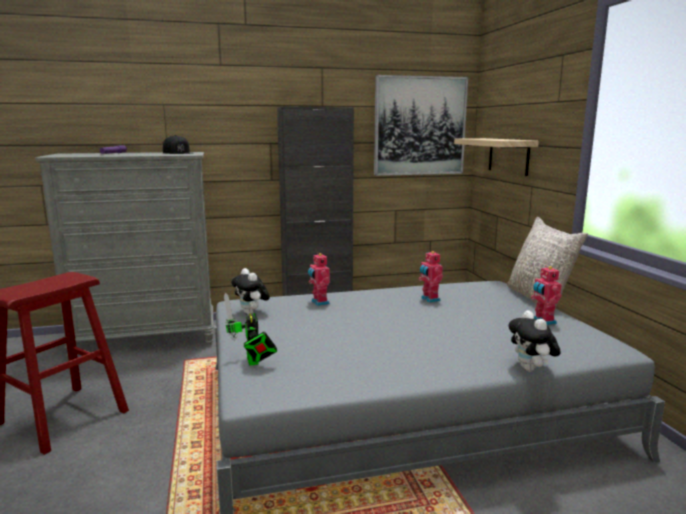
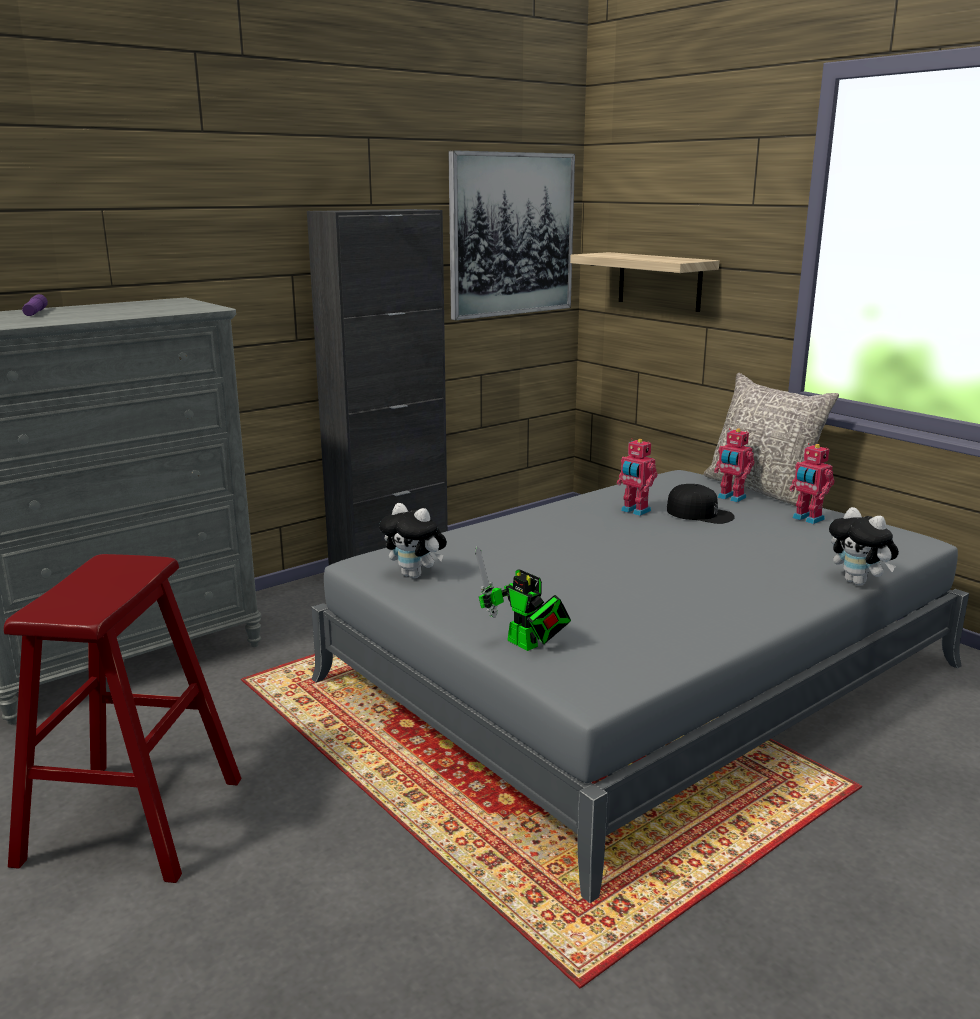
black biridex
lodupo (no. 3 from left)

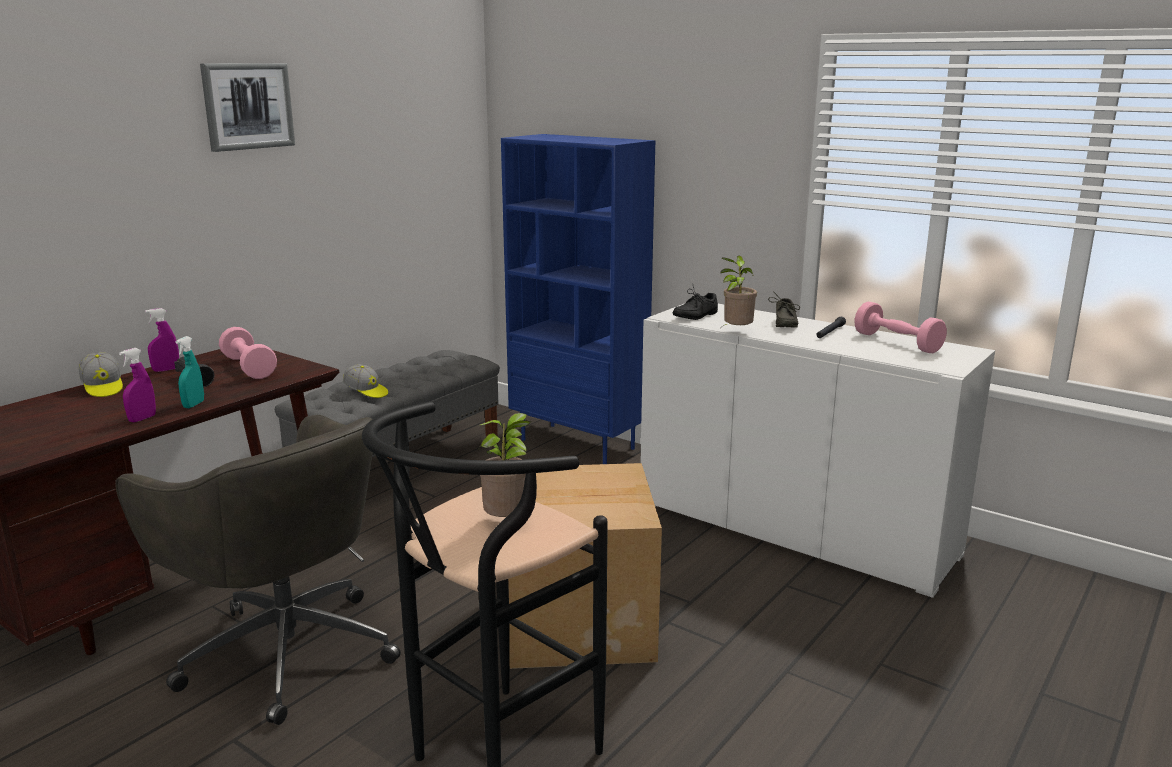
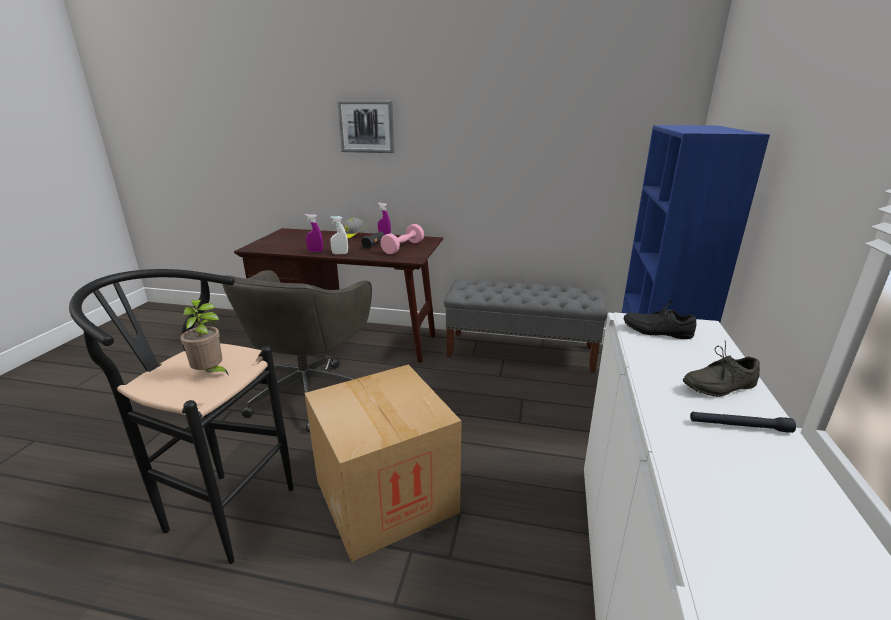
biridex (no. 2 from left in the first image)
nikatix (no. 2 from left in the first image)
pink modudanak (no. 2 from left in the first image)
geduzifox
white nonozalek

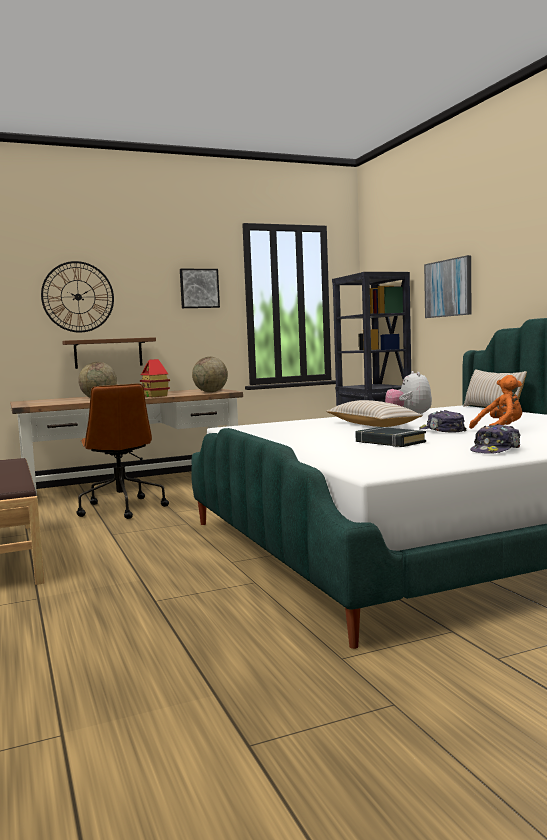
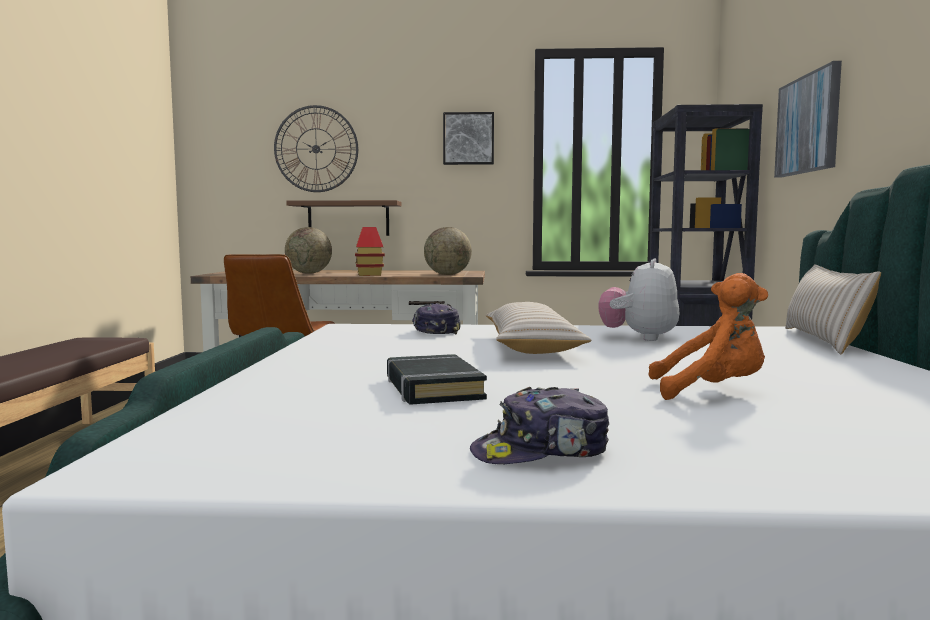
biridex (no. 1 from left)

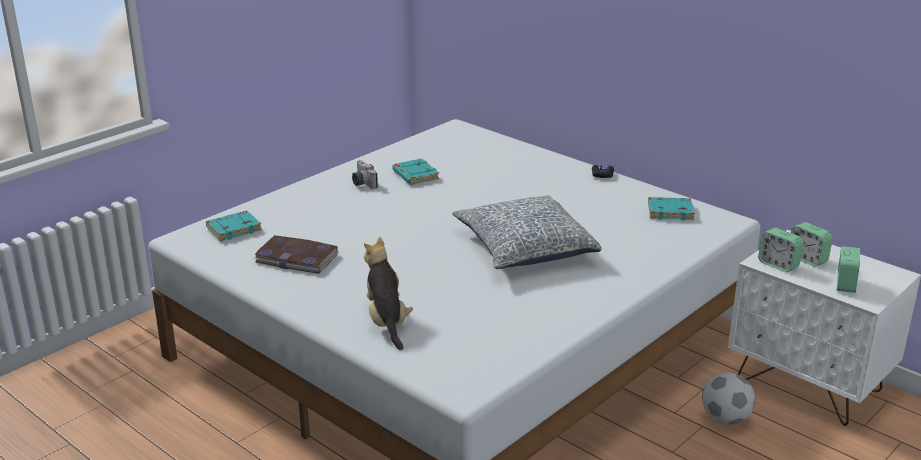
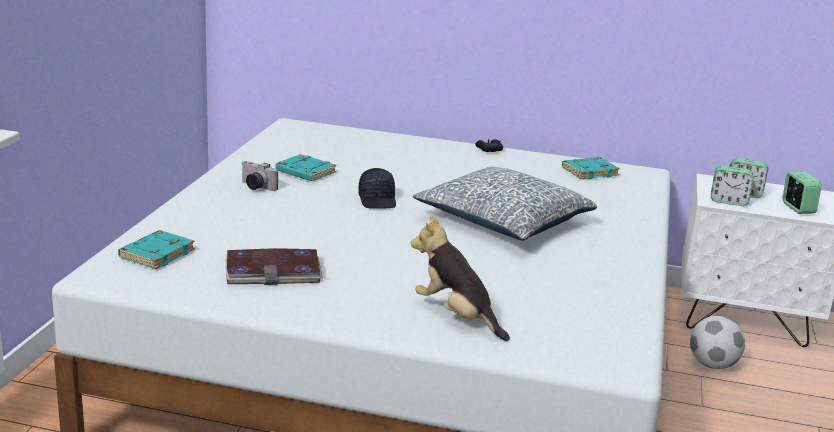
black biridex

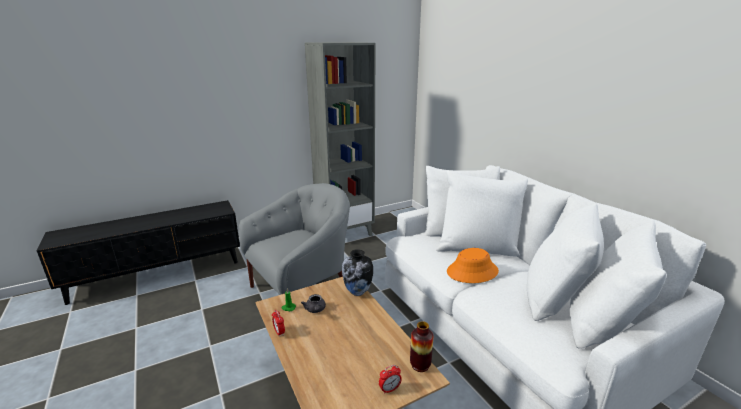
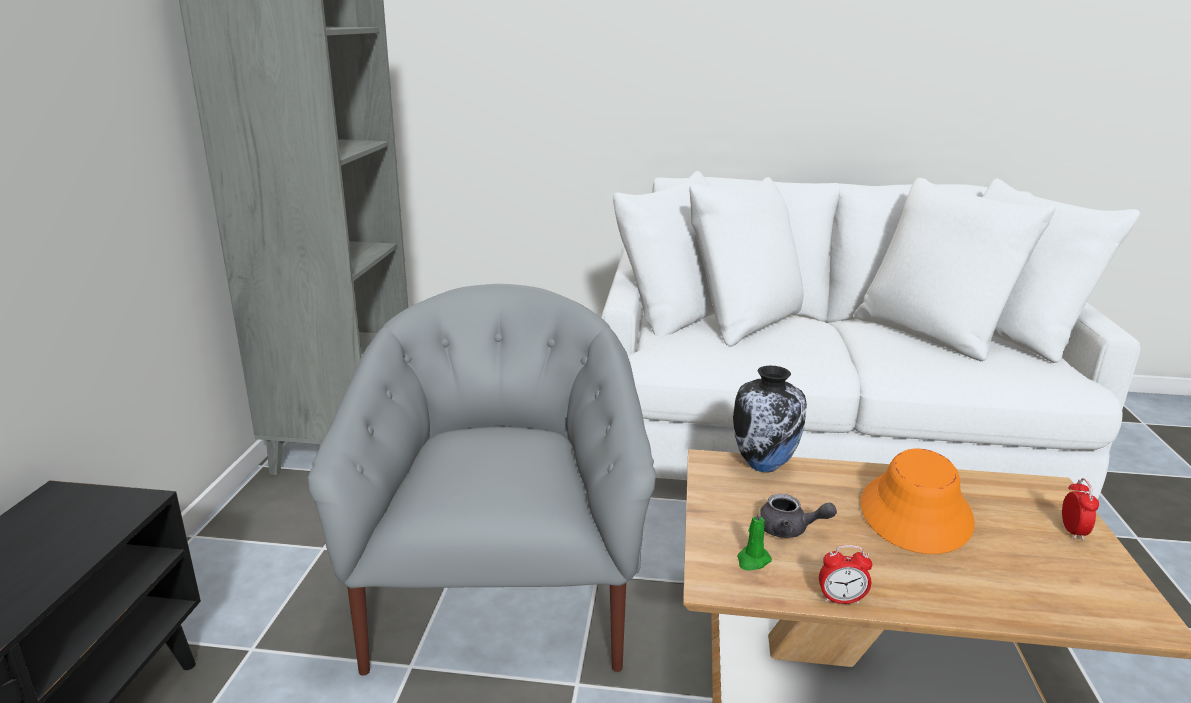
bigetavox (no. 2 from left in the first image)
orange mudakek

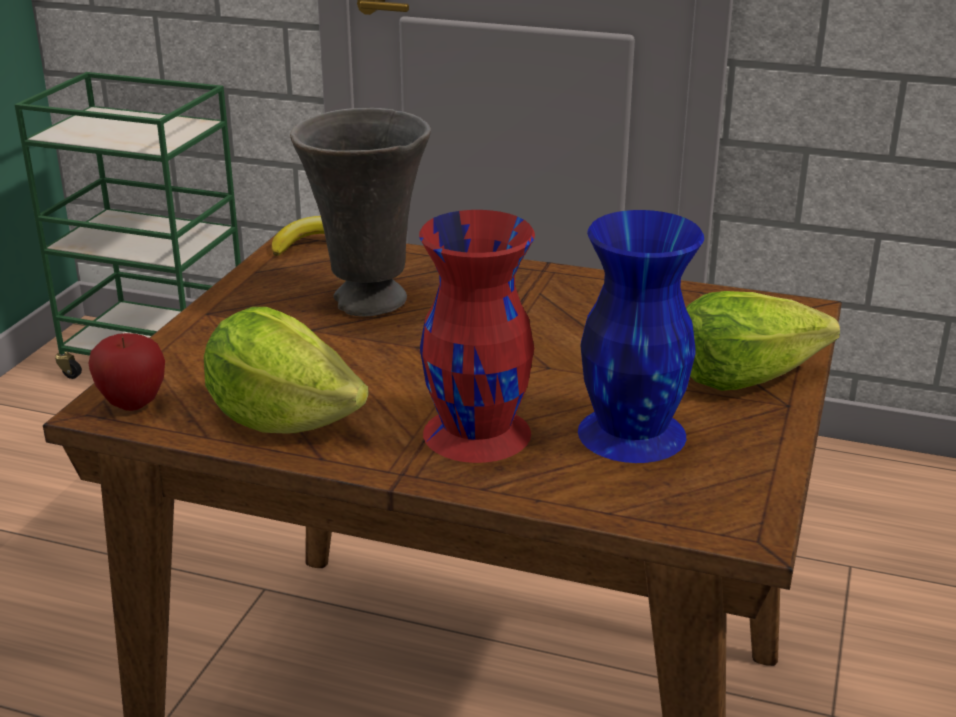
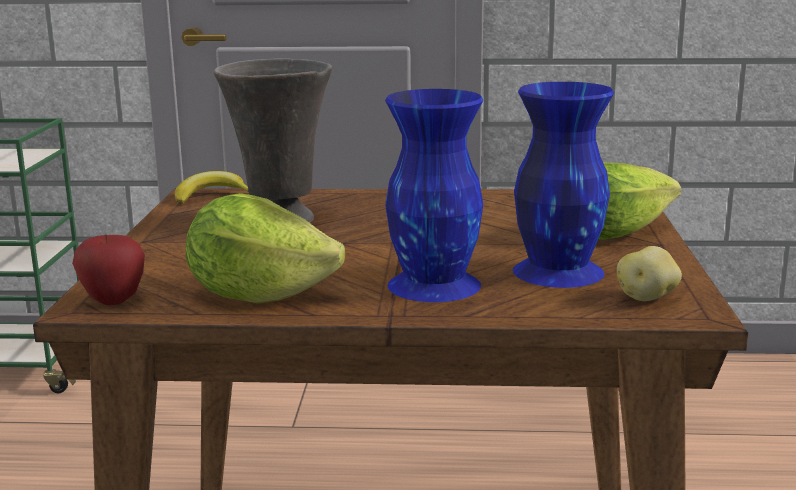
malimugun
blue bigetavox (no. 1 from left)

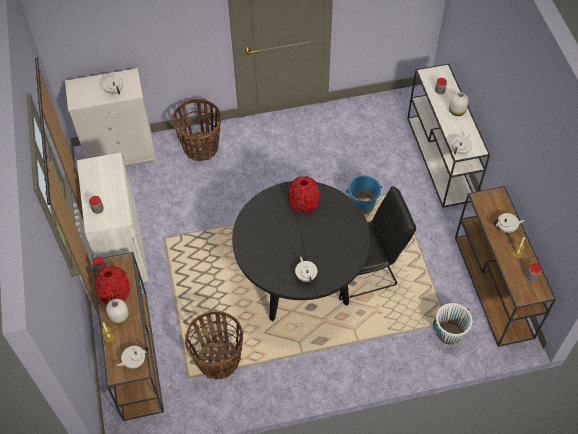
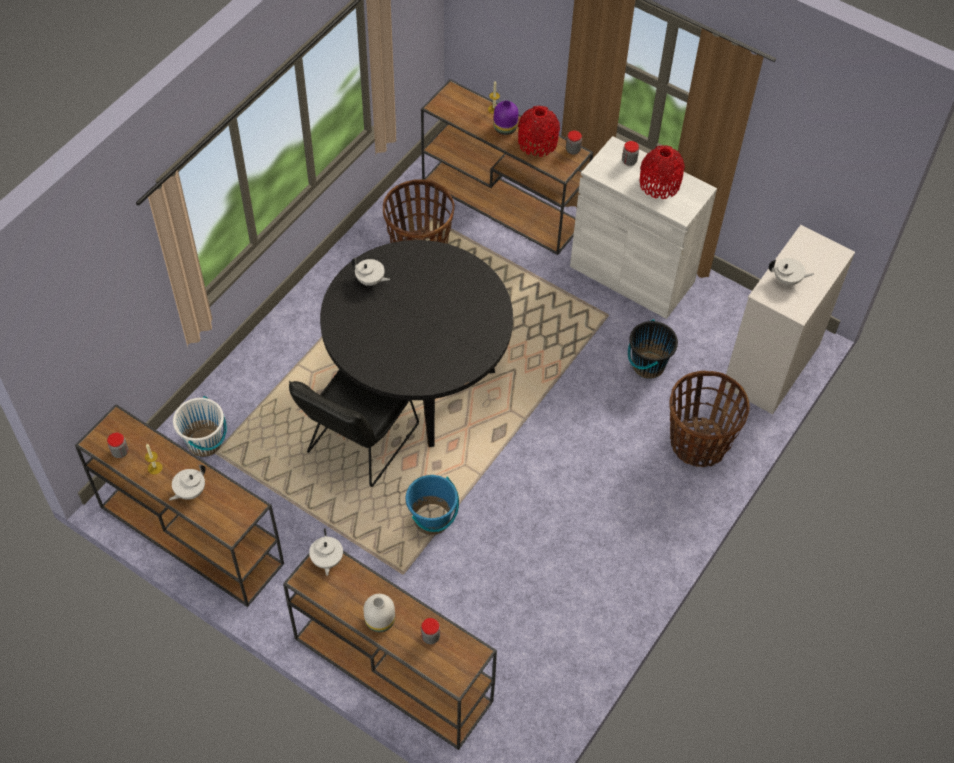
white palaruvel (no. 2 from left in the first image)
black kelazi
red bigetavox (no. 2 from left)
purple bigetavox
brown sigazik (no. 2 from left)

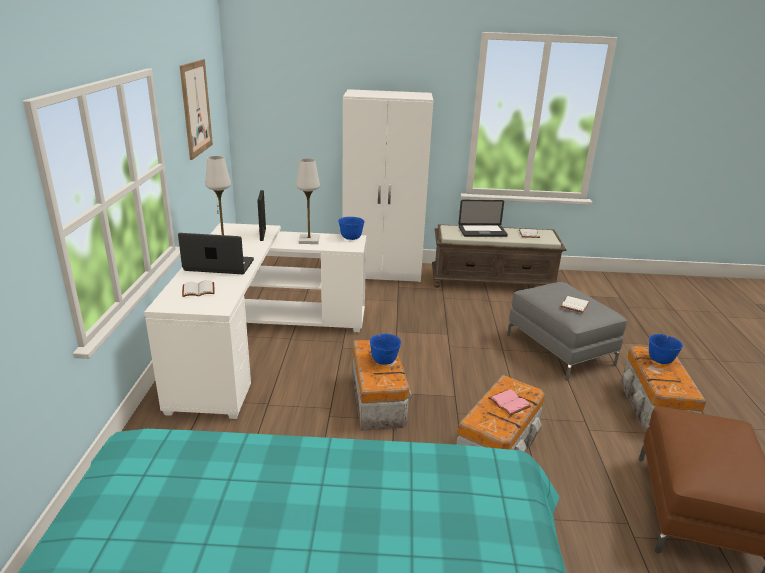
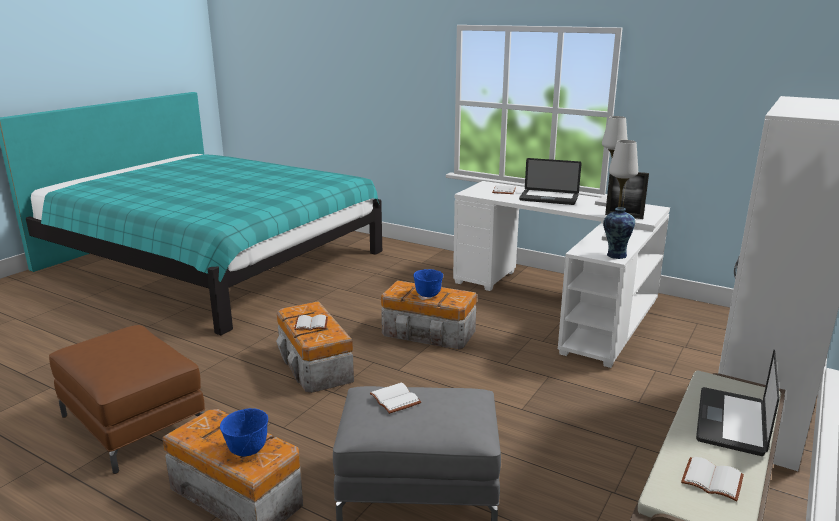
geduzifox
bigetavox
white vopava (no. 1 from left)
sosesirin (no. 1 from left)

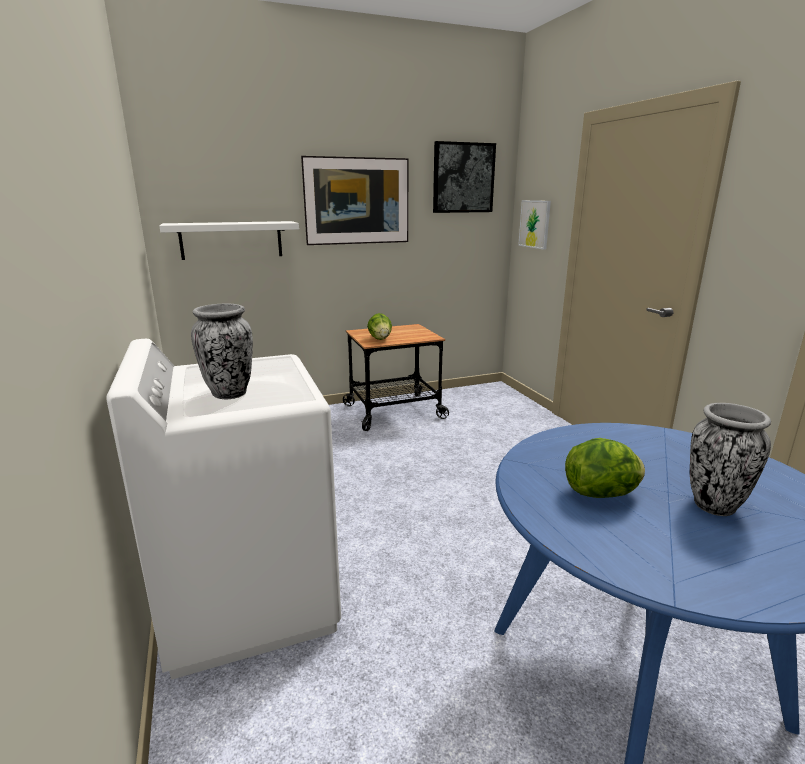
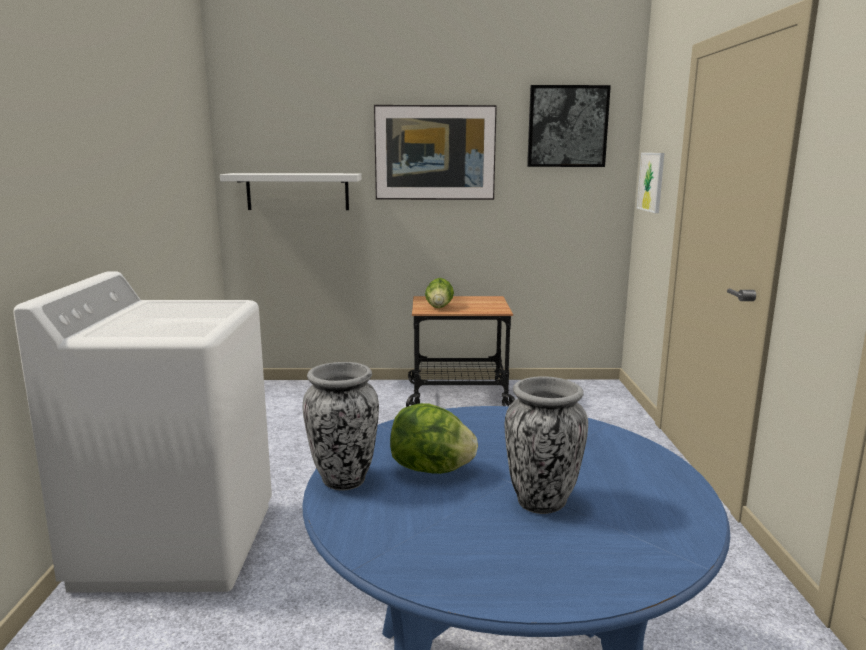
bigetavox (no. 1 from left)

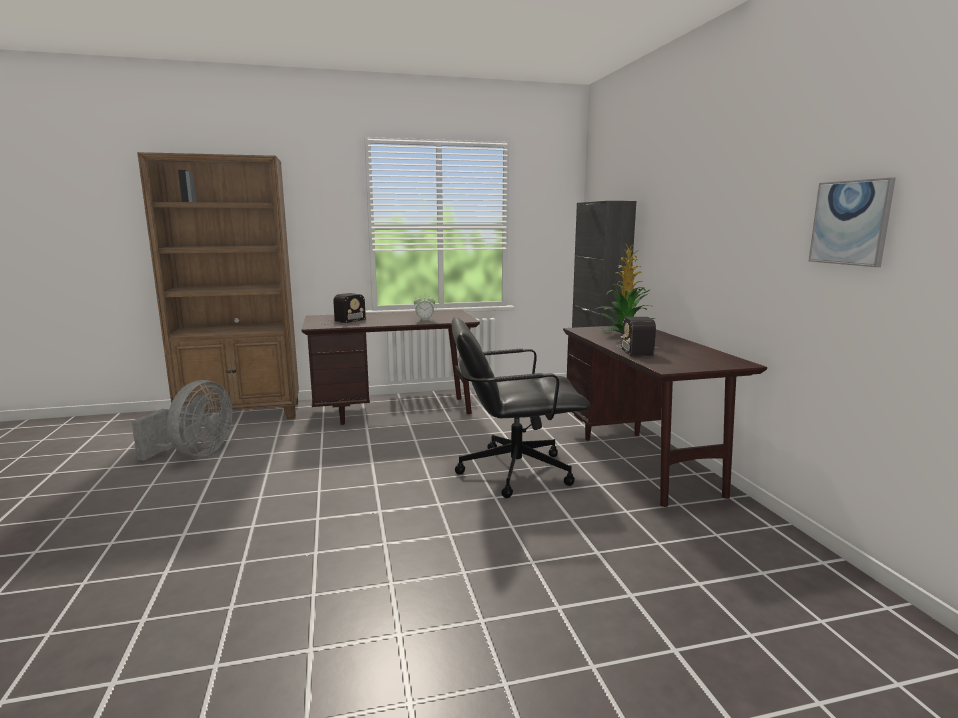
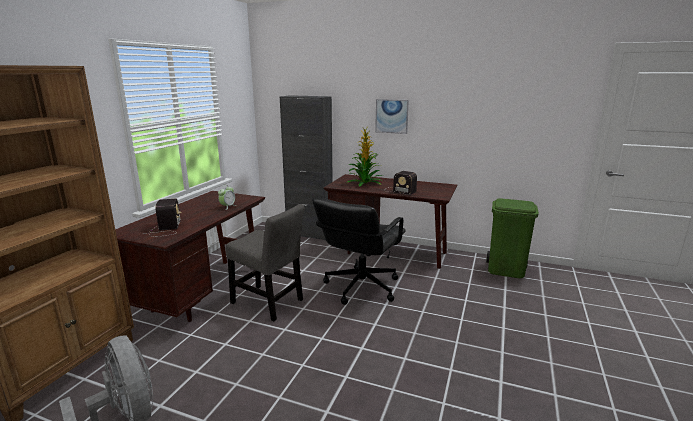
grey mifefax
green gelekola
geduzifox

